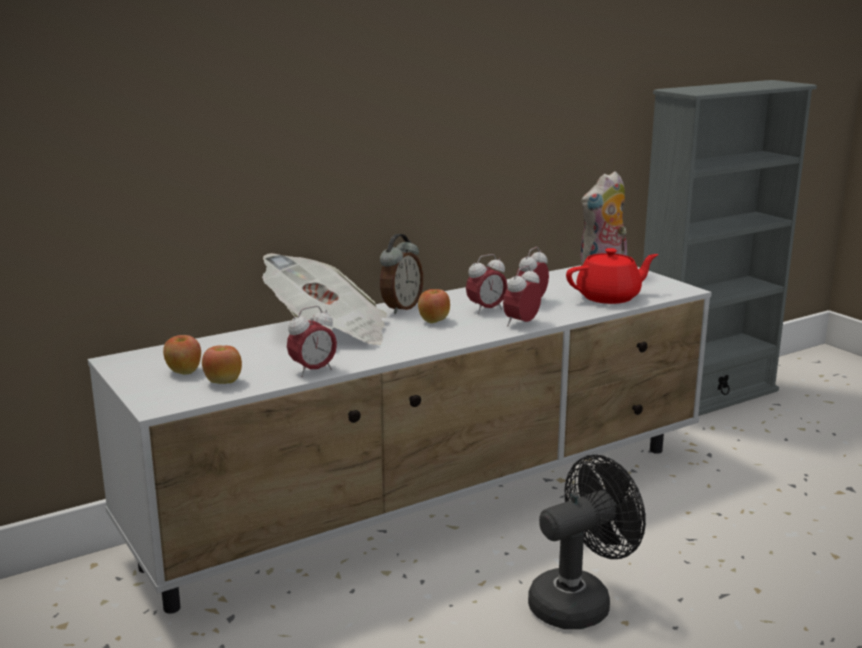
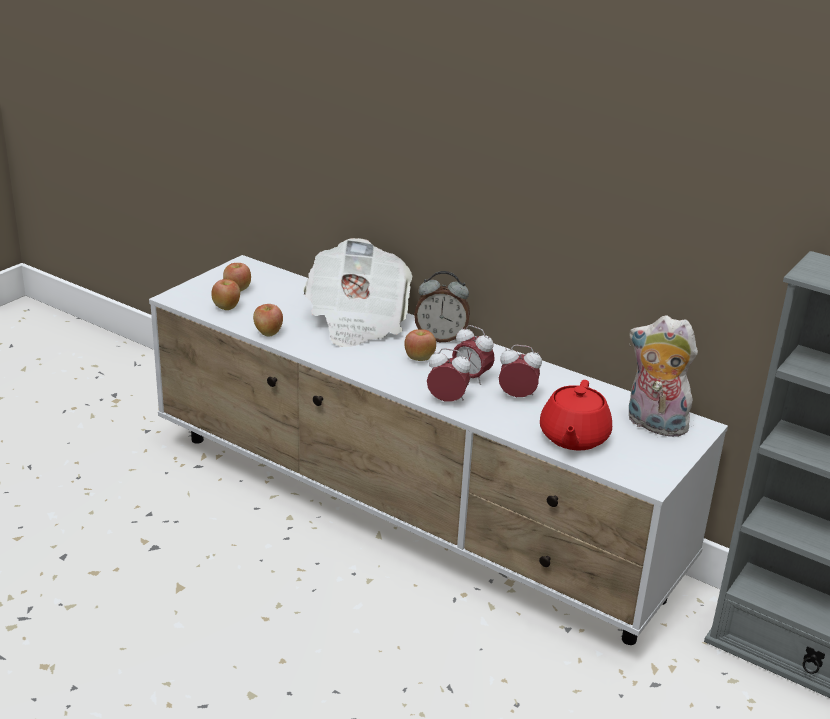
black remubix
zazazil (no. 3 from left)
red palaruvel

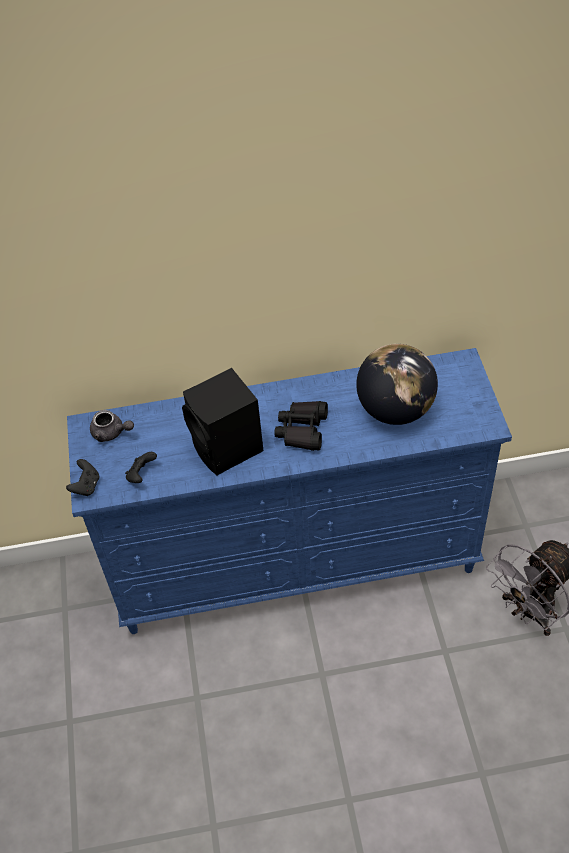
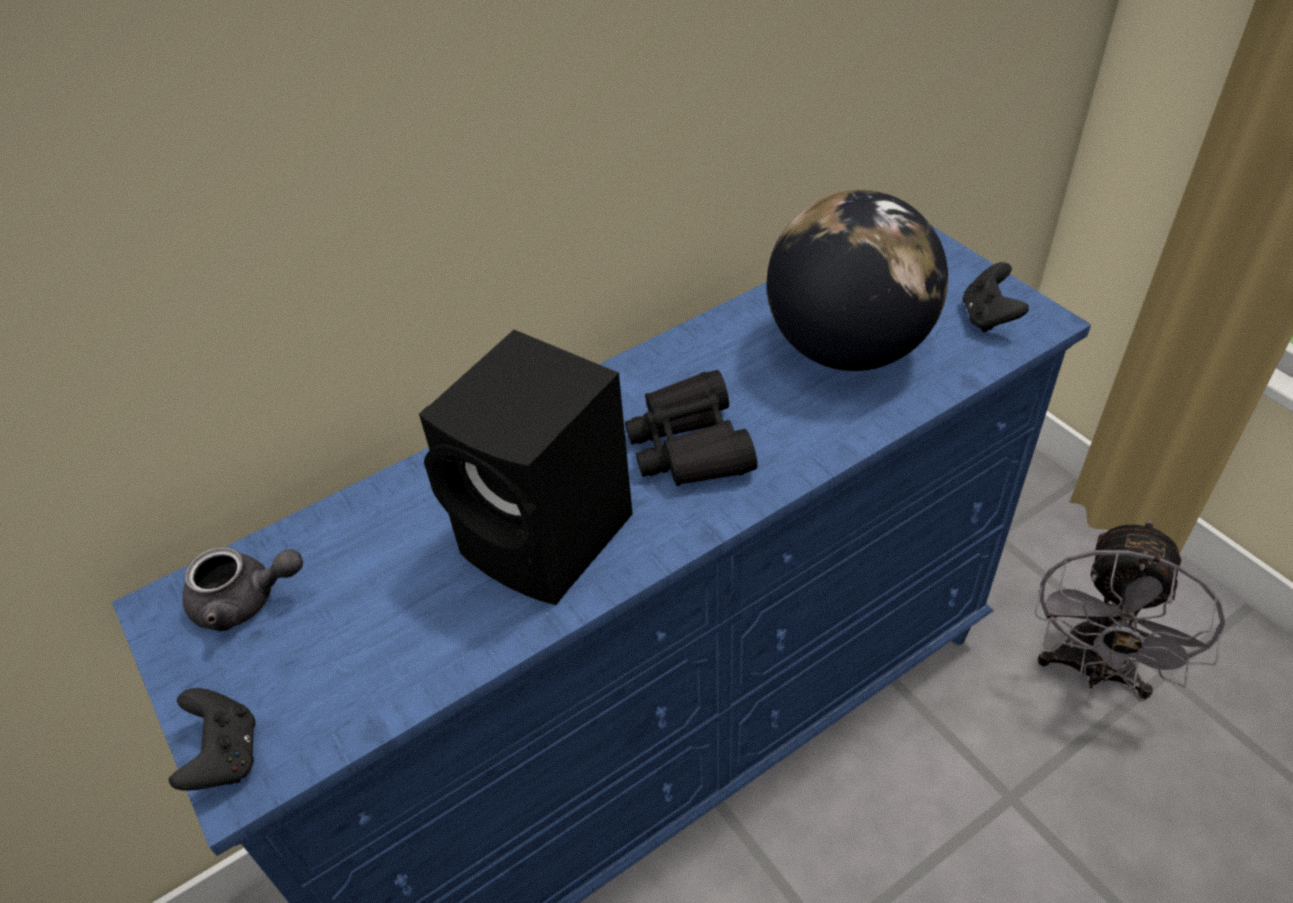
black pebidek (no. 2 from left)

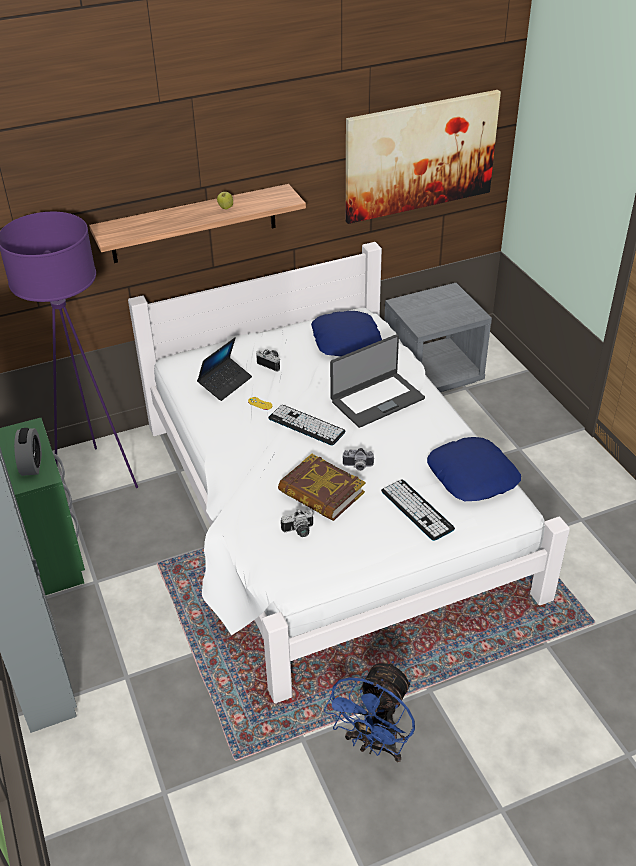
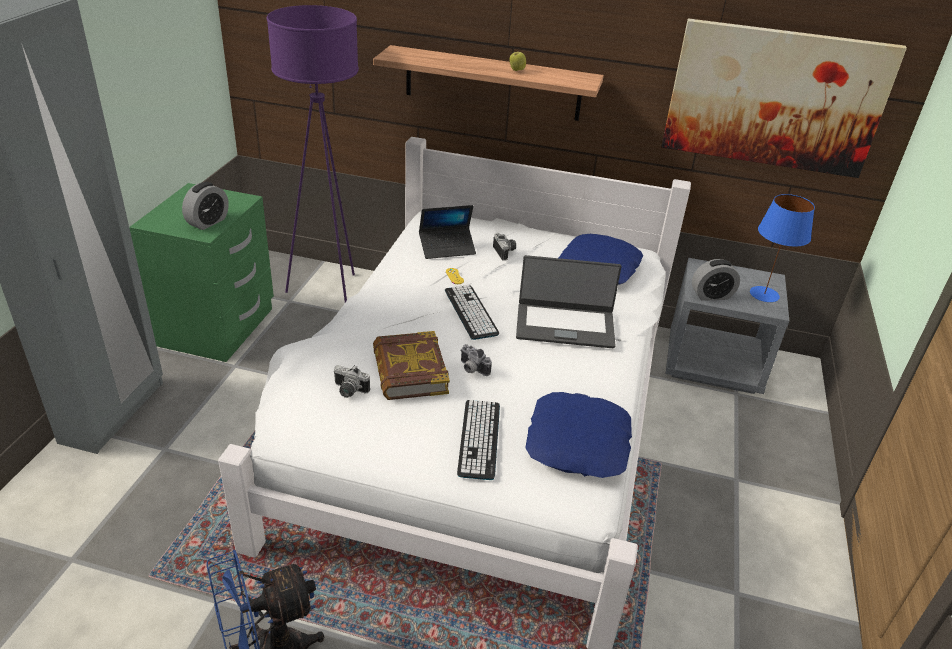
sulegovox (no. 2 from left)
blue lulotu

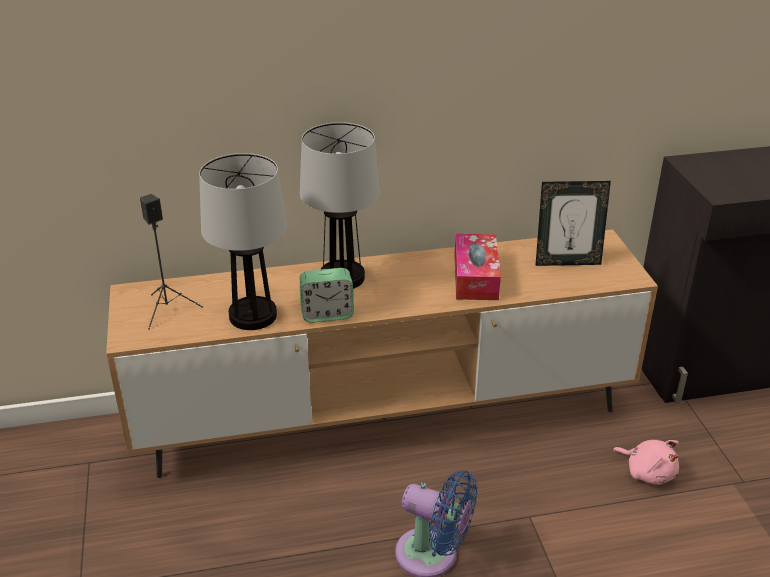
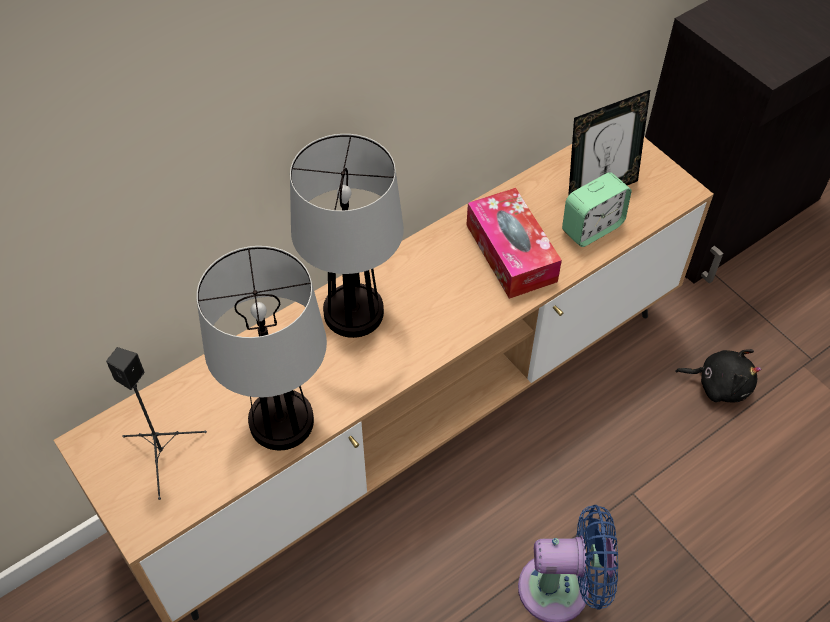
sulegovox
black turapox

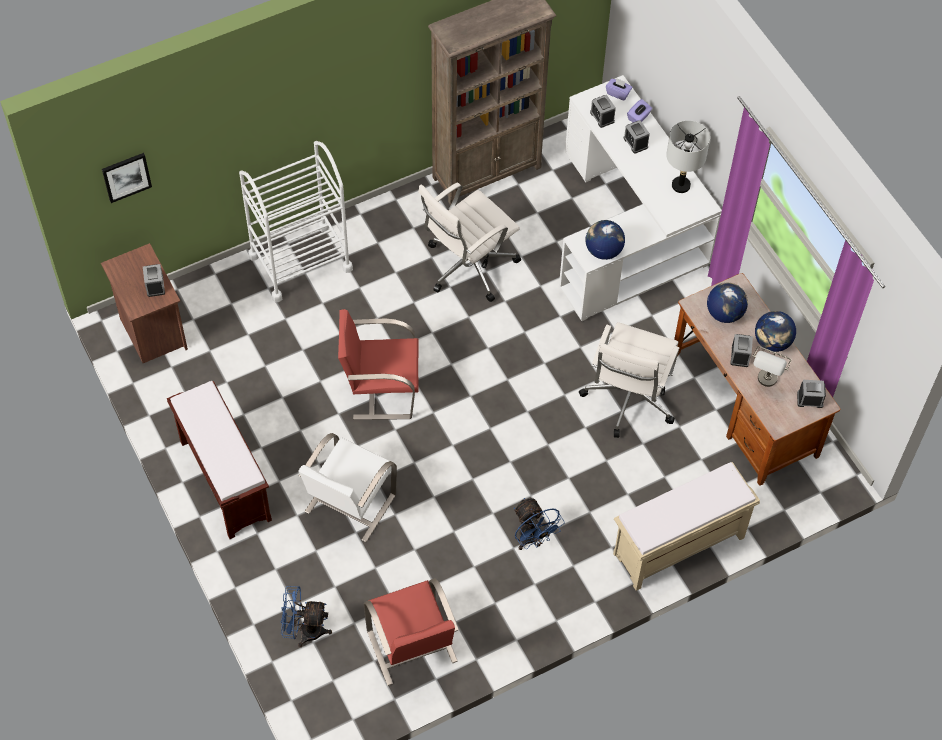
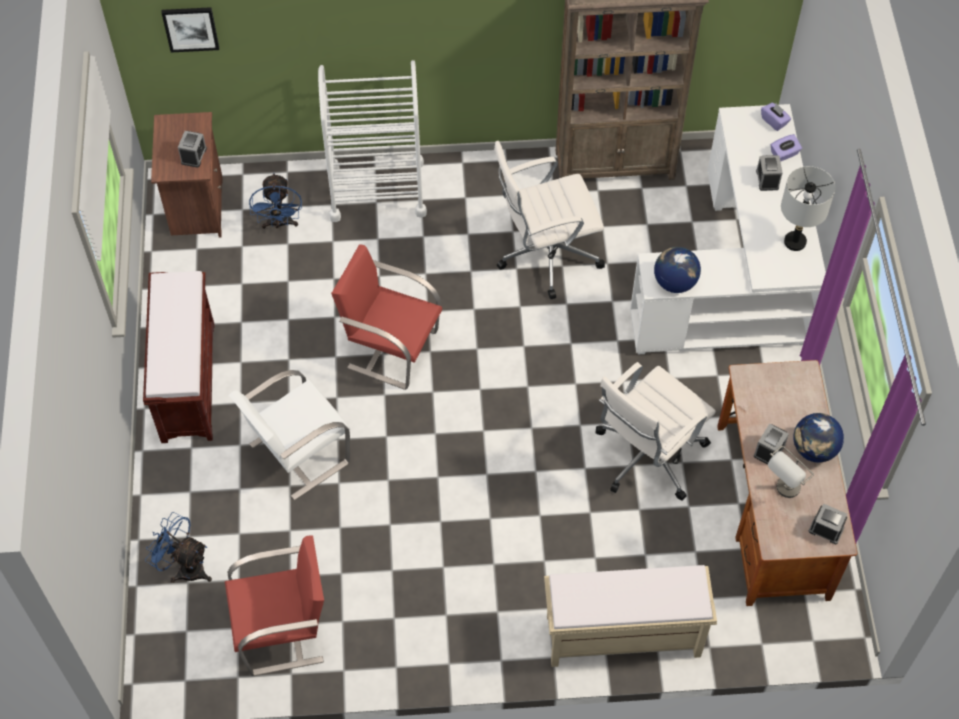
sulegovox (no. 2 from left in the first image)
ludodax (no. 2 from left in the first image)
blue remubix (no. 2 from left)
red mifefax (no. 1 from left)

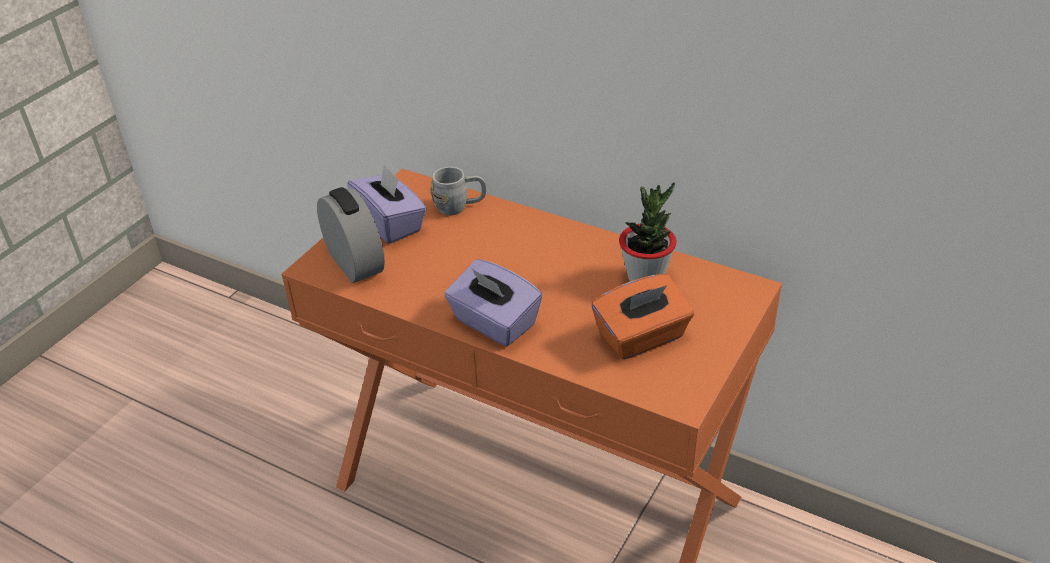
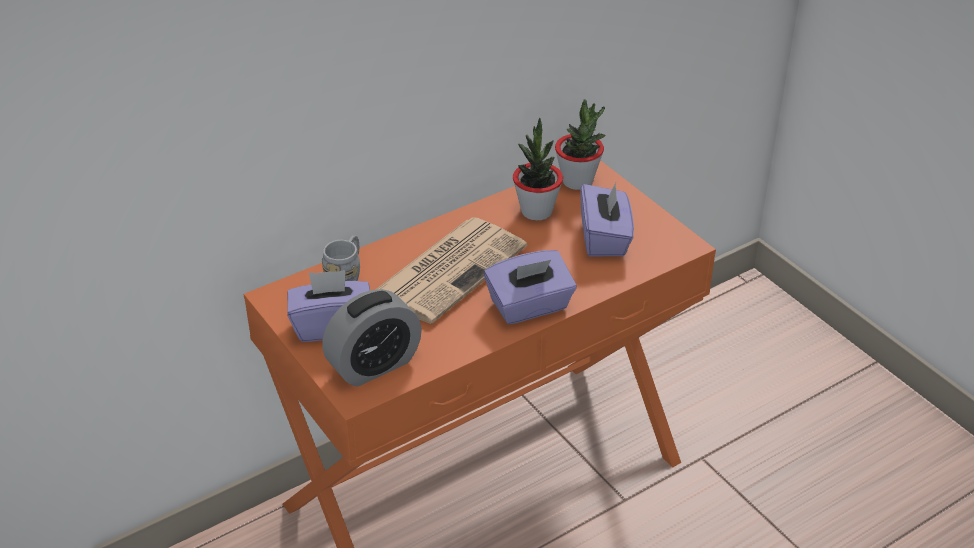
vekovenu
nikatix (no. 2 from left)
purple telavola (no. 3 from left)
sulegovox

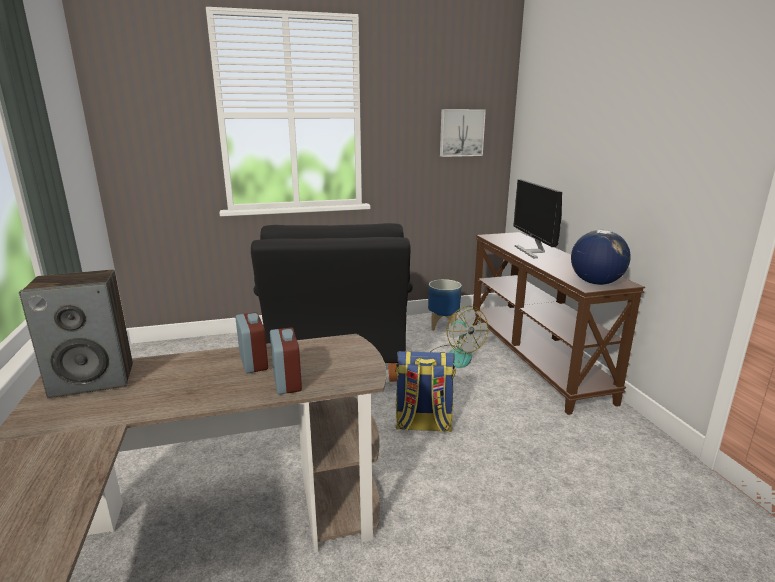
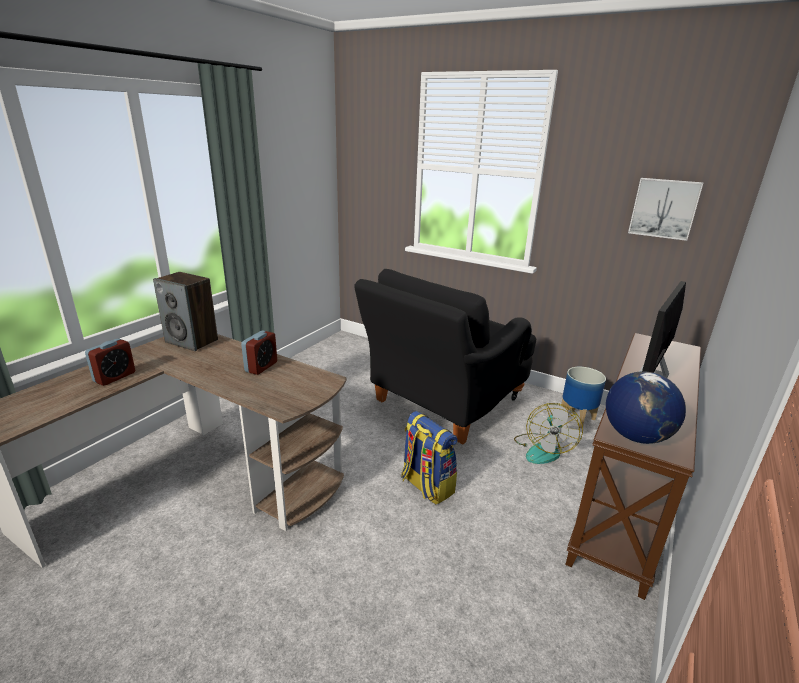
sulegovox (no. 1 from left)

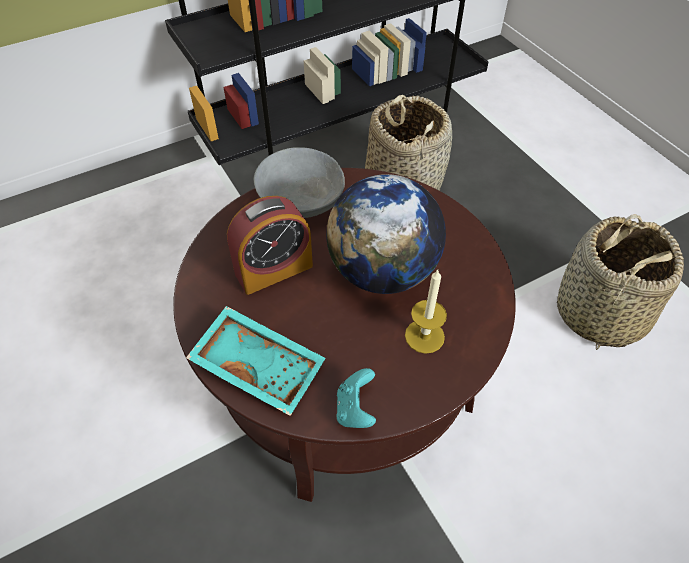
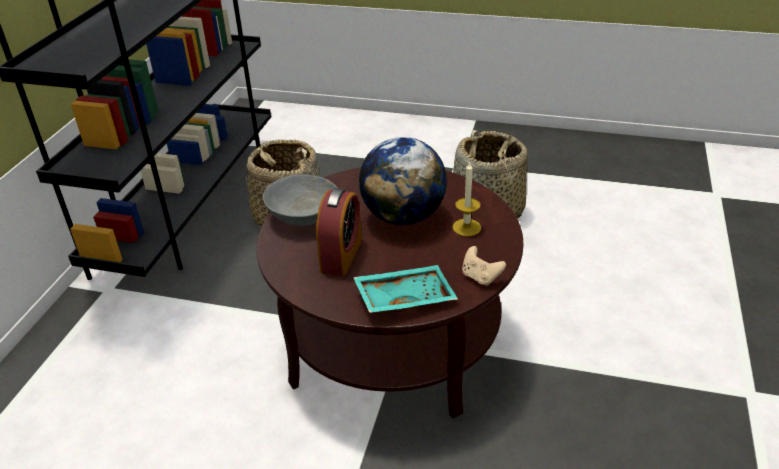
beige pebidek

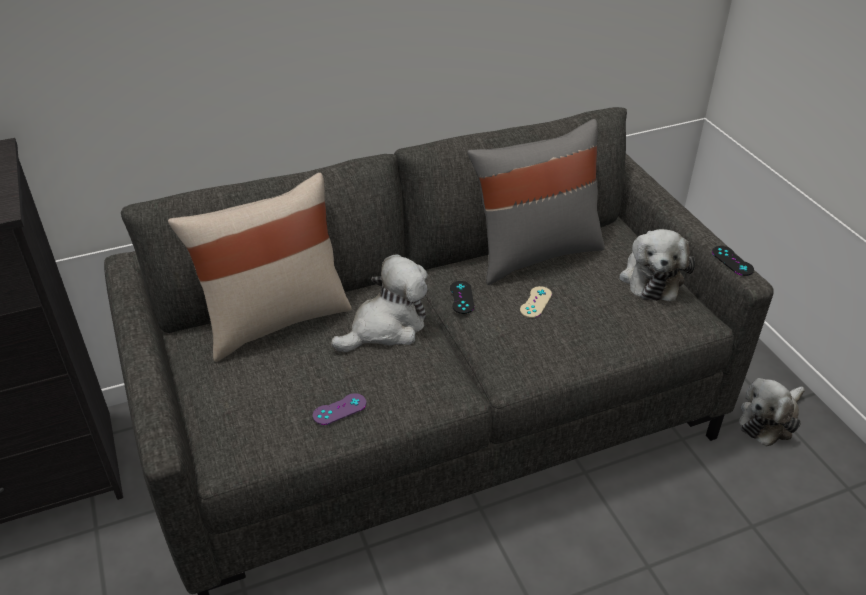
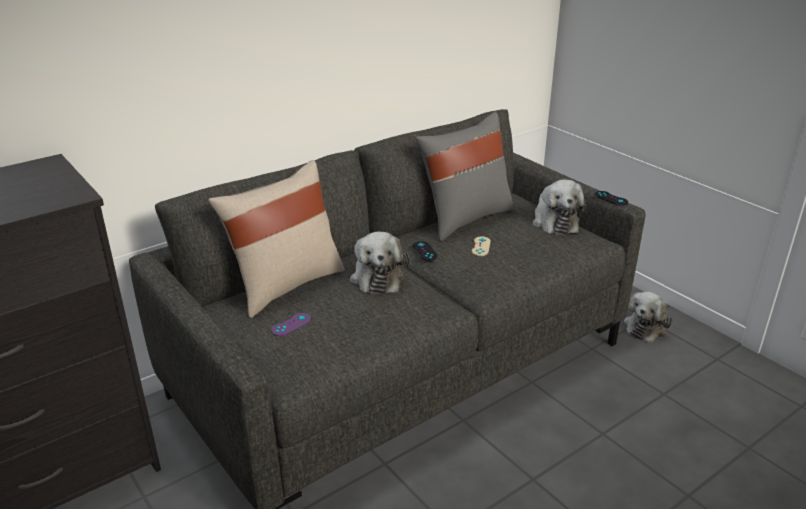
purple pebidek
turapox (no. 1 from left)

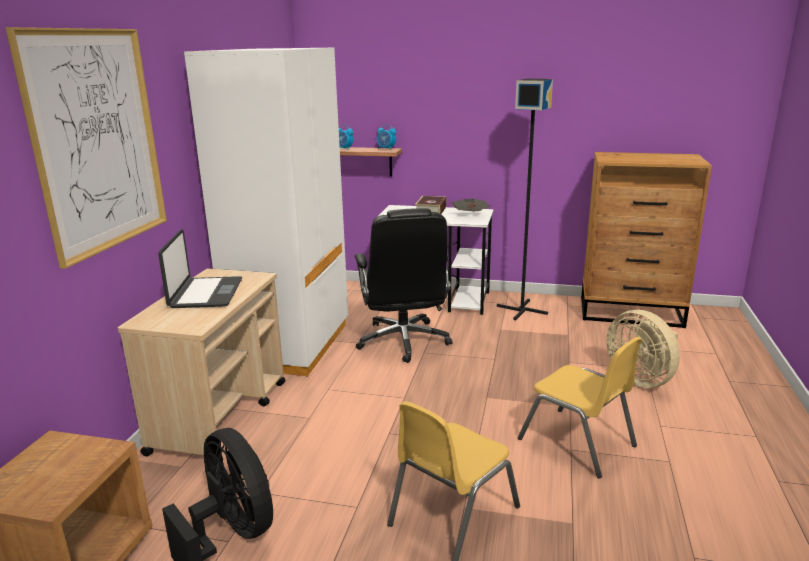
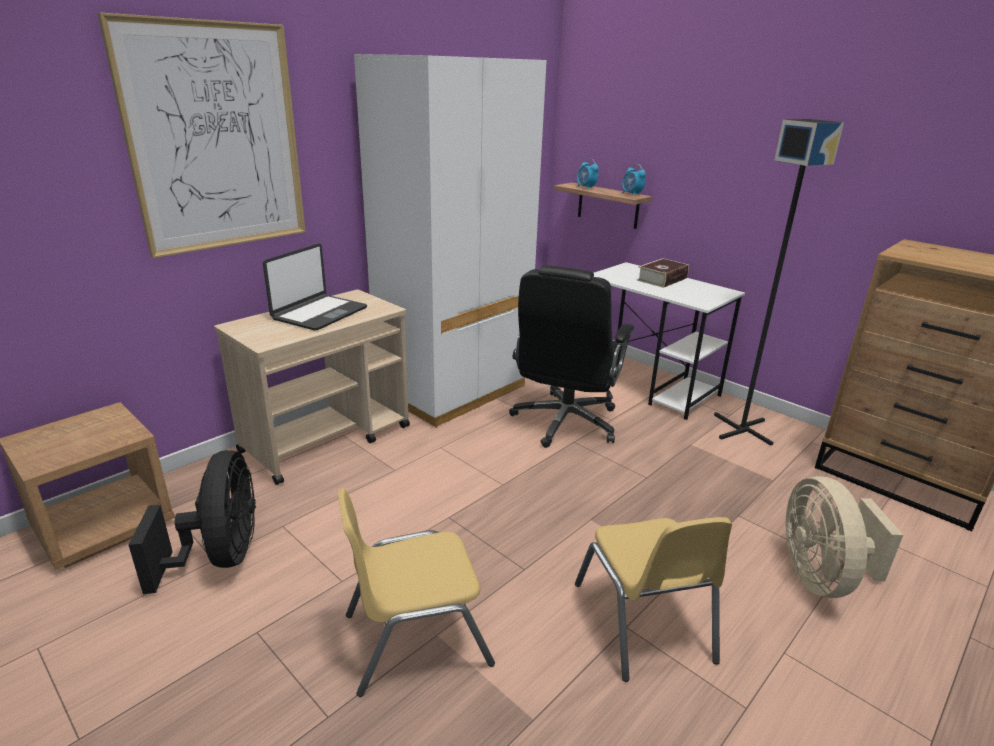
vekovenu

